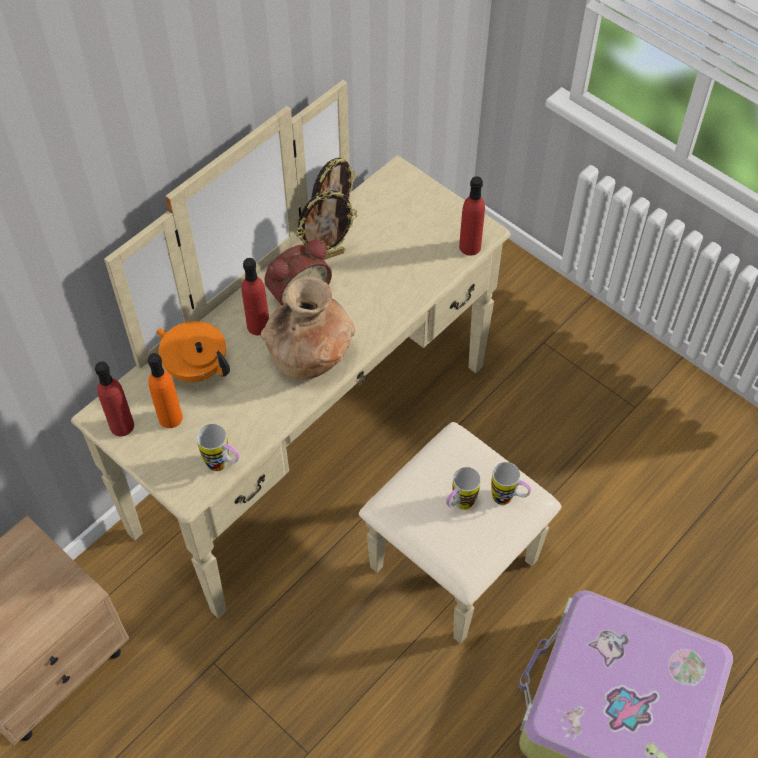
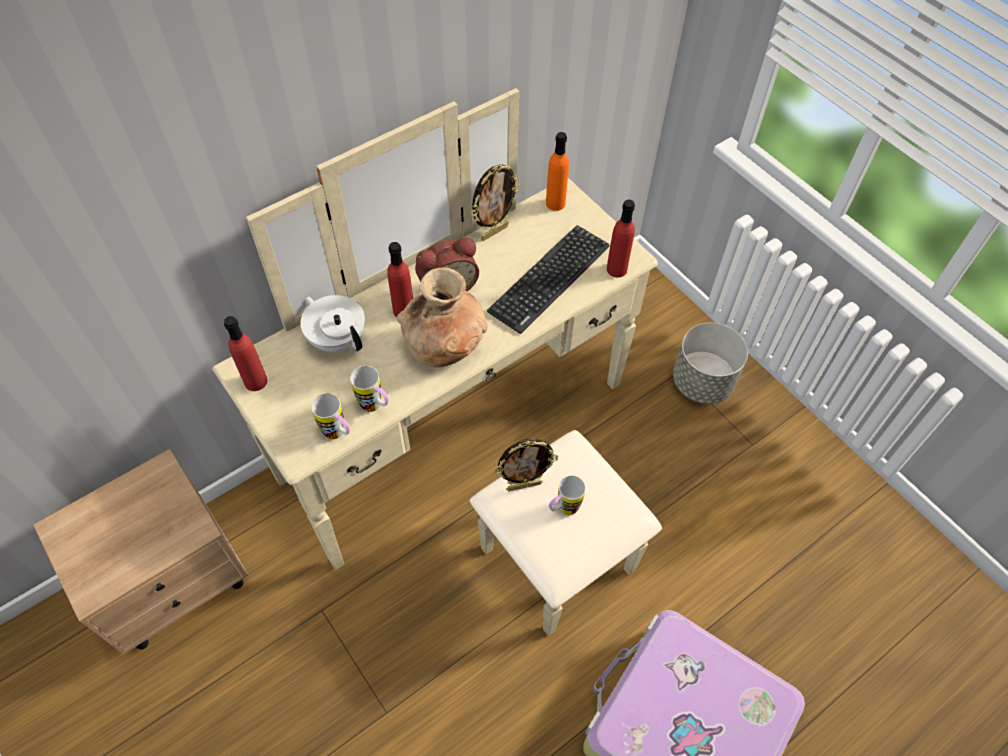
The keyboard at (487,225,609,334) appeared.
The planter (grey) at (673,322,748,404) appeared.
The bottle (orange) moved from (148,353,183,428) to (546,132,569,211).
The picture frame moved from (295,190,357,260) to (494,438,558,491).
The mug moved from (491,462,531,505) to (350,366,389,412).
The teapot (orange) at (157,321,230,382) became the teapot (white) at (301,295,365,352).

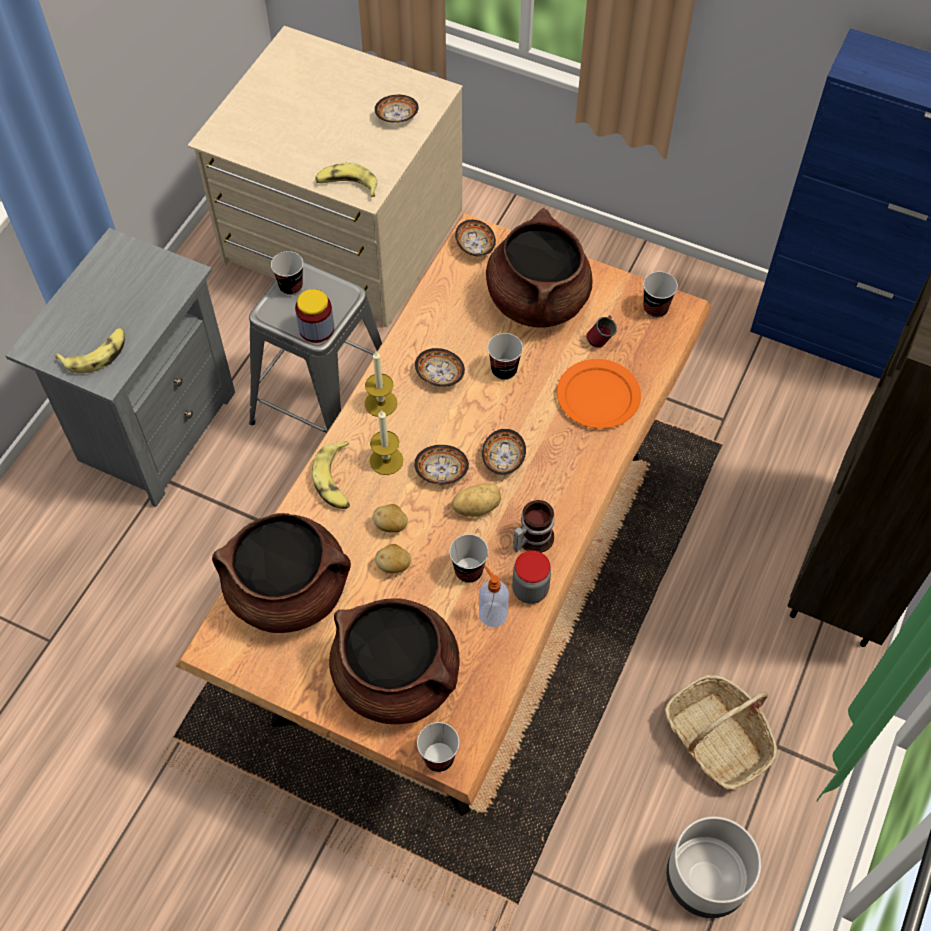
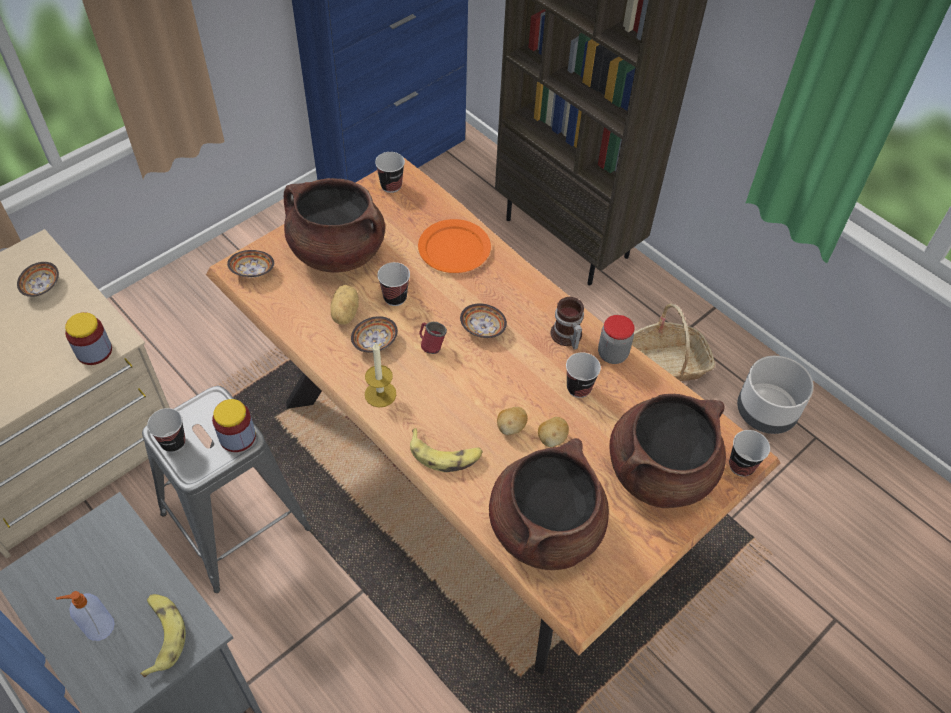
The candle at (370,410,403,475) disappeared.
The bowl at (414,445,469,484) disappeared.
The potato moved from (452,483,501,517) to (330,285,359,325).
The soap dispenser moved from (479,565,509,627) to (56,591,115,641).
The mug (red) moved from (587,315,617,348) to (419,322,447,354).
The banana at (315,163,377,197) was replaced by the jar at (65,312,112,365).

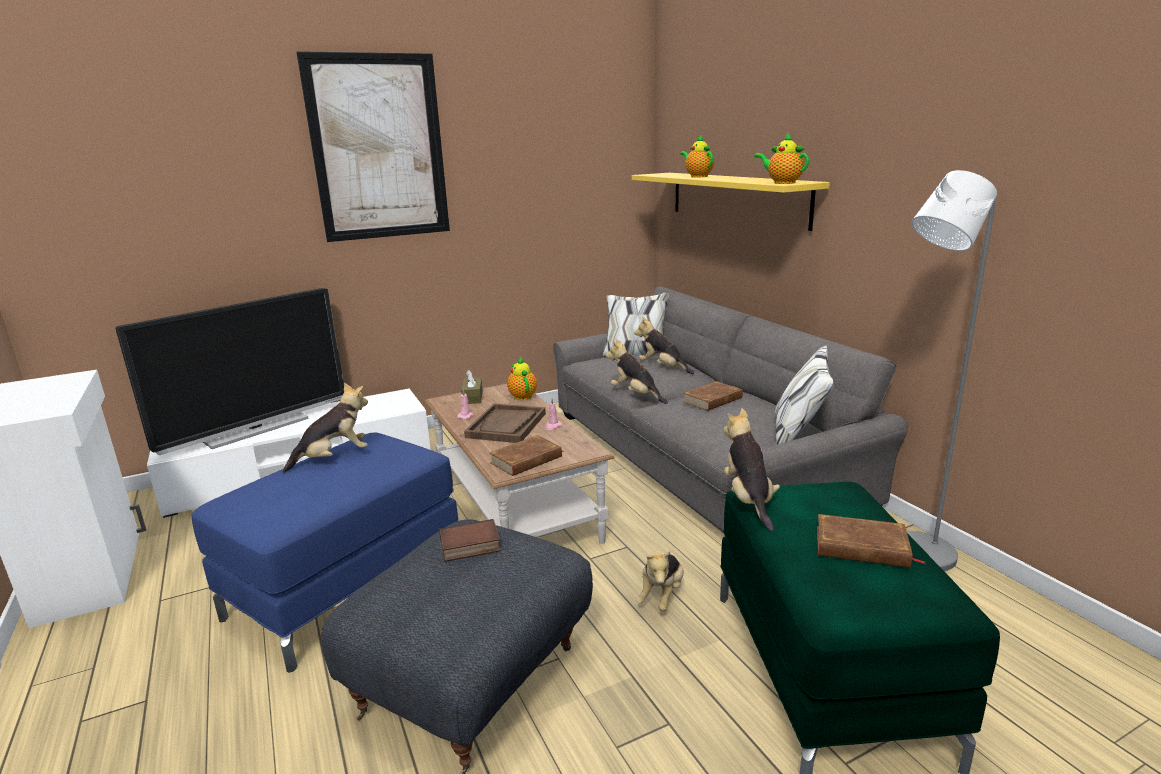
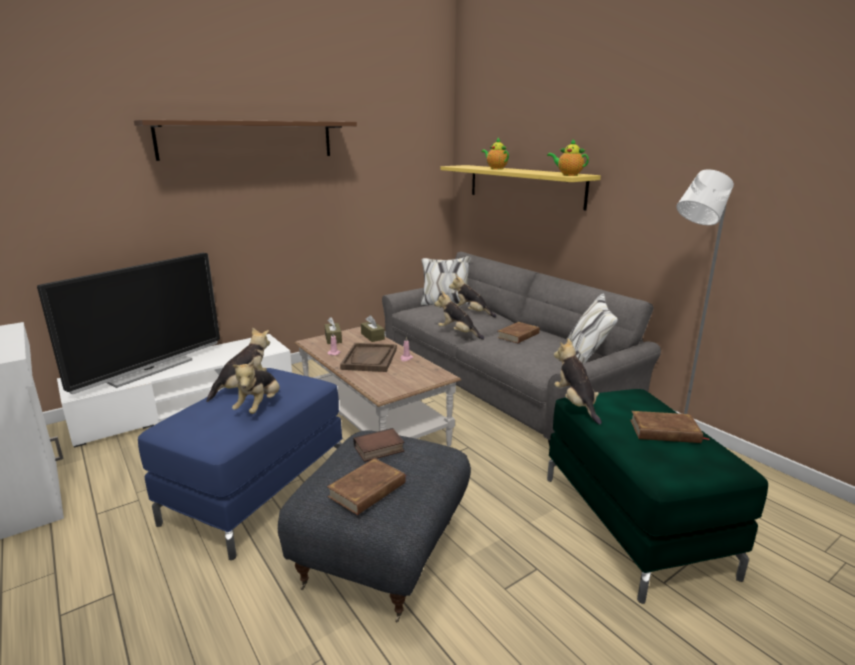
The book (brown) moved from (489,435,564,476) to (327,458,406,515).
The plush toy moved from (636,550,684,611) to (232,360,280,414).
The picture at (296,51,450,242) was replaced by the shelf (brown) at (134,120,357,161).
The teapot at (507,356,537,400) was replaced by the tissue box (brown) at (361,315,385,342).

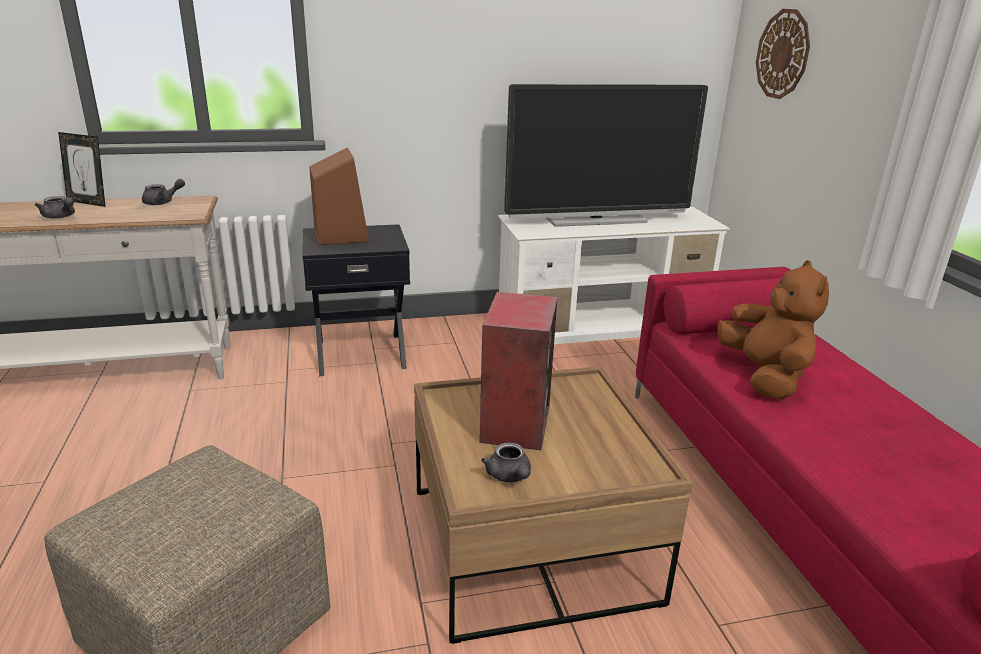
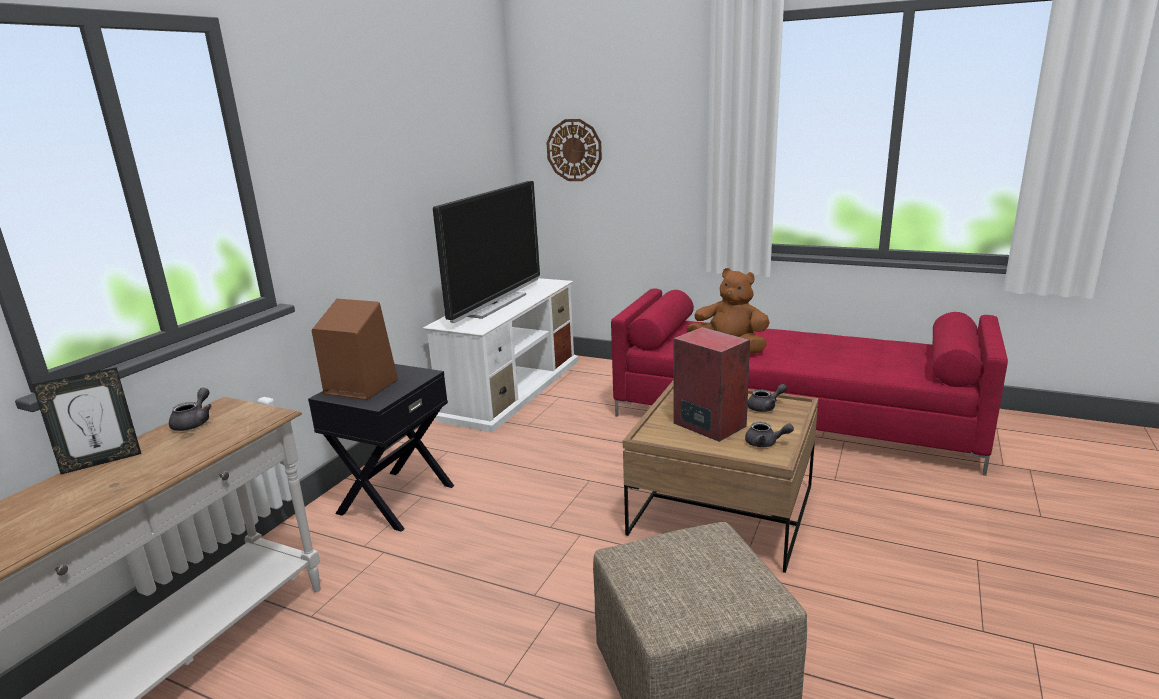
The teapot (grey) moved from (35,196,75,219) to (747,384,787,412).

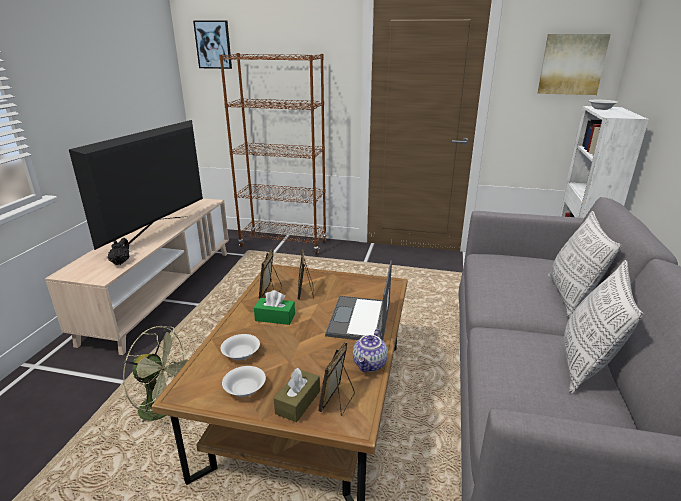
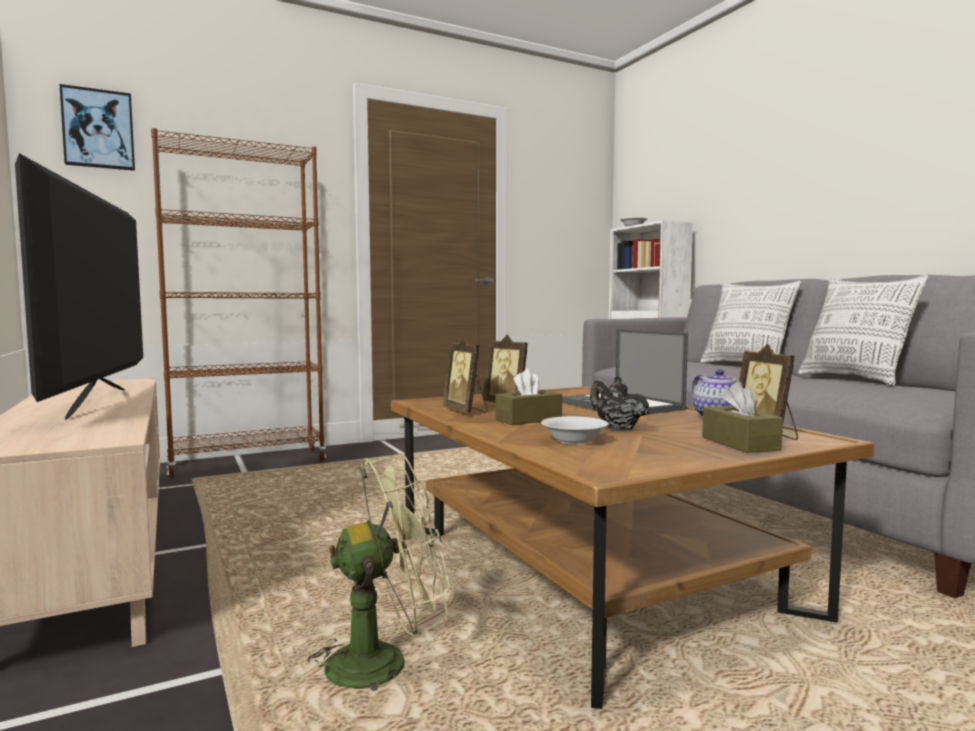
The bowl (white) at (222,366,266,397) disappeared.
The picture at (538,34,611,95) disappeared.
The teapot (black) moved from (108,238,129,265) to (590,377,650,431).
The tissue box (green) at (254,290,295,325) became the tissue box (brown) at (495,369,562,425).

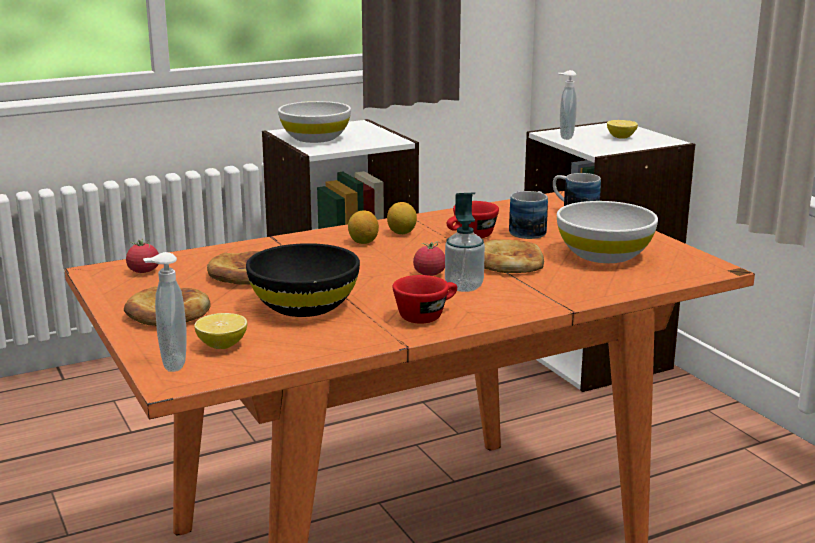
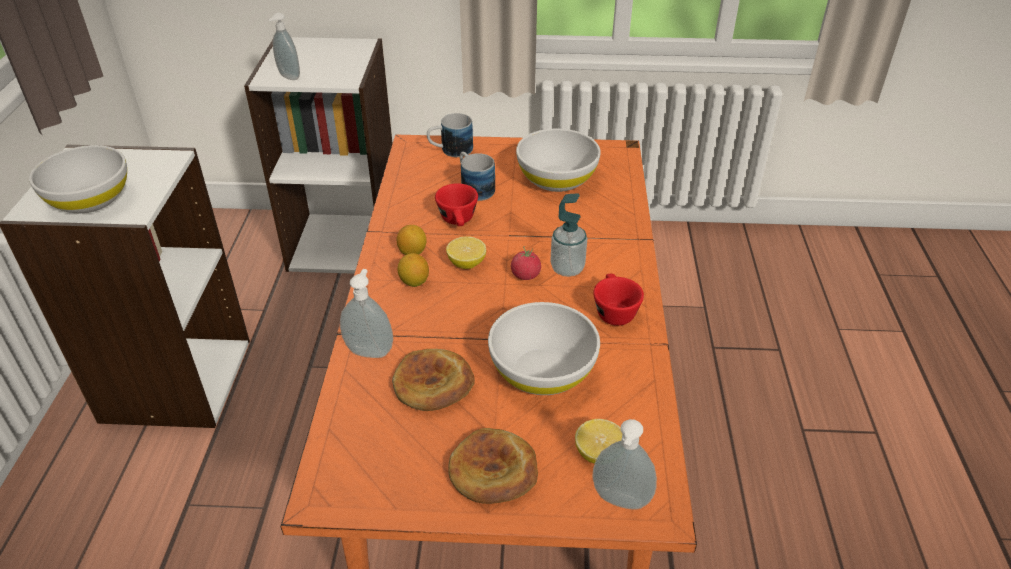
The tomato at (126,239,159,273) disappeared.
The bread at (484,240,544,273) disappeared.
The soap dispenser at (340,269,393,358) appeared.
The lemon moved from (607,120,638,139) to (446,236,486,269).
The bowl (black) at (246,243,360,317) became the bowl (white) at (488,302,600,395).

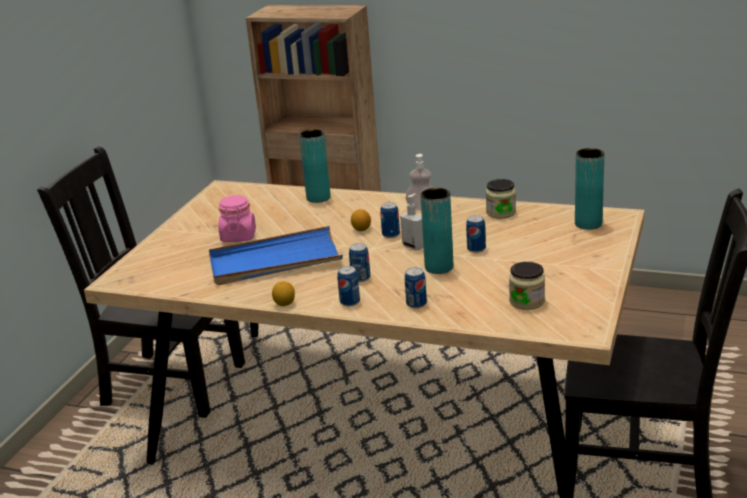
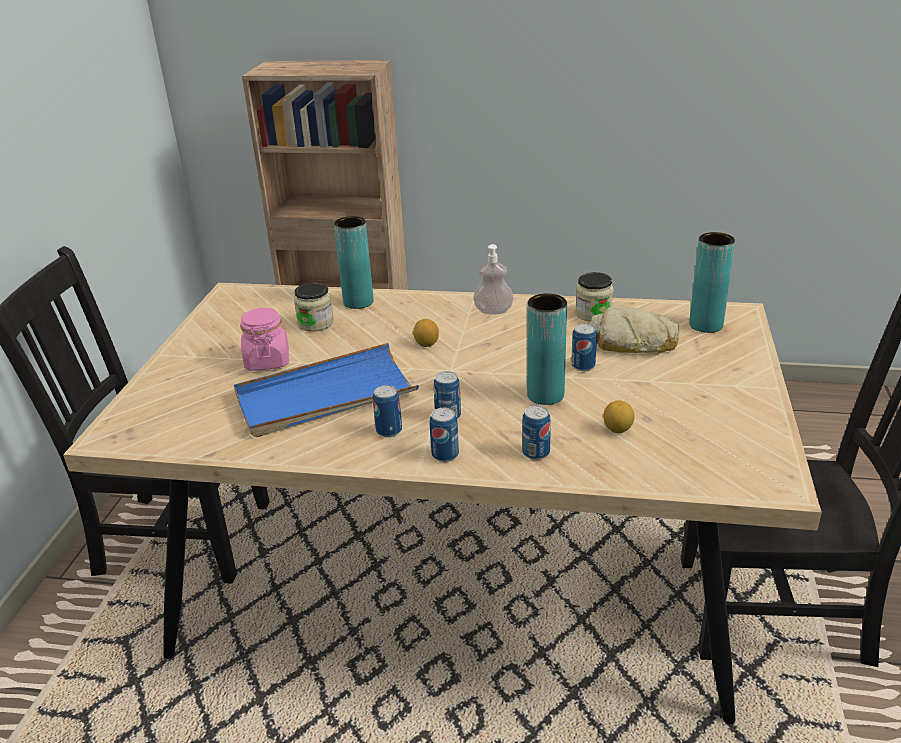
The soap dispenser at (400,193,424,250) disappeared.
The bread at (590,307,680,353) appeared.
The lemon moved from (272,281,295,306) to (604,400,635,433).
The can moved from (380,202,400,238) to (373,385,402,437).
The jar moved from (509,262,545,310) to (294,282,334,332).

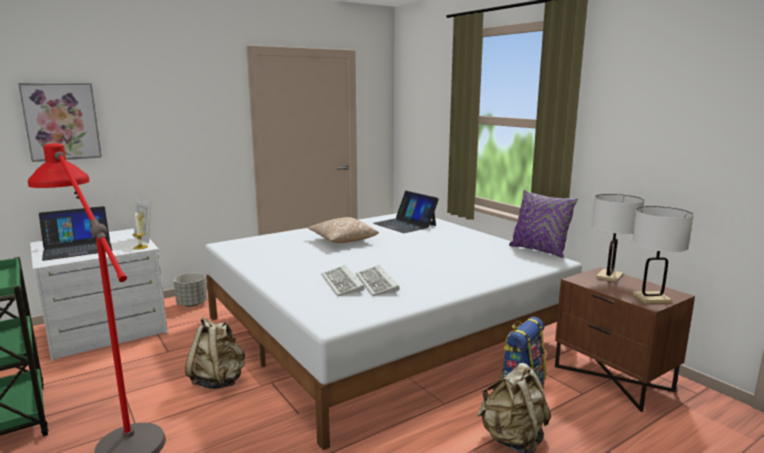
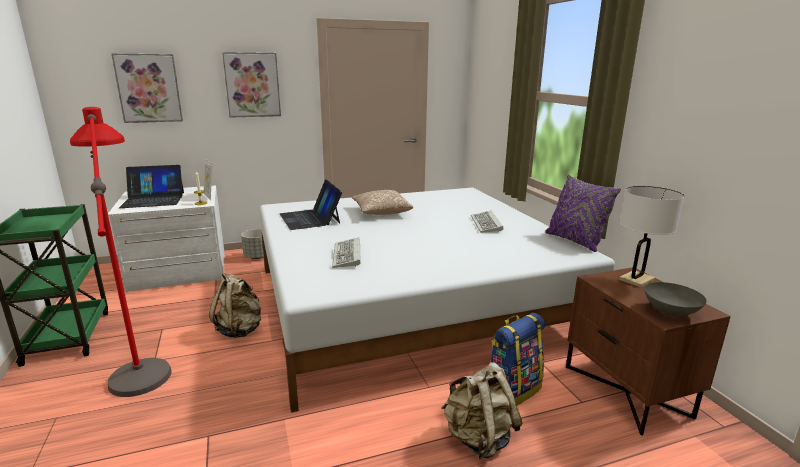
The picture at (222,52,281,118) appeared.
The keyboard moved from (356,265,400,296) to (471,211,503,233).
The laptop moved from (373,191,439,233) to (280,179,342,230).
The table lamp (white) at (632,206,694,303) was replaced by the bowl (grey) at (644,282,707,316).

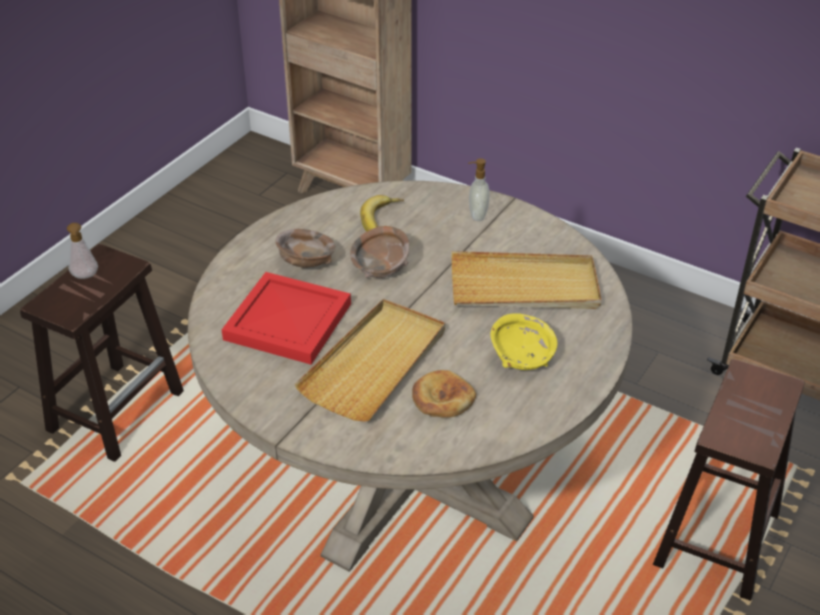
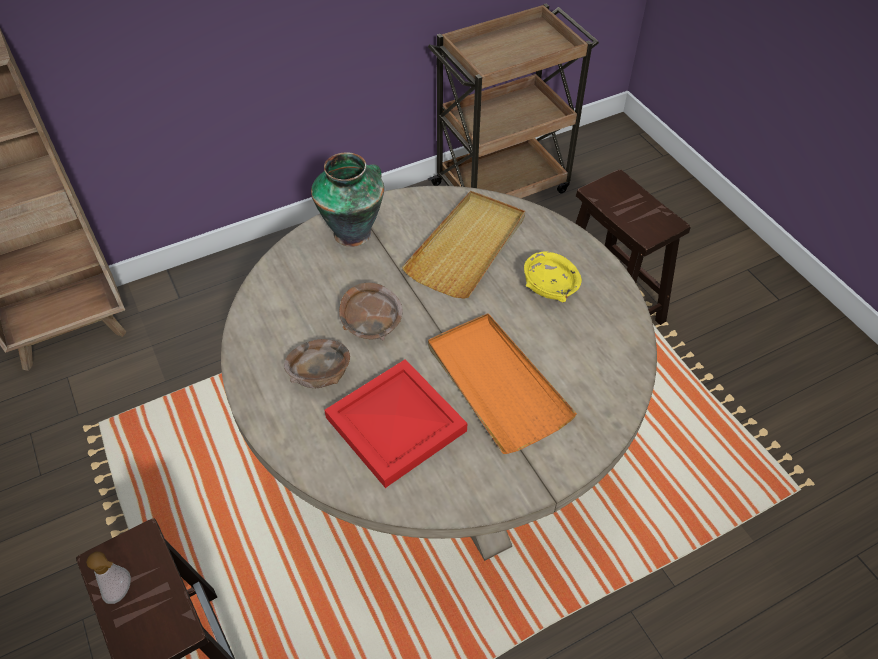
The banana at (360,195,404,232) disappeared.
The bread at (412,370,476,418) disappeared.
The soap dispenser at (468,158,490,221) was replaced by the vase at (311,152,384,247).
The tray (beige) at (294,299,445,422) became the tray (orange) at (428,313,577,454).

